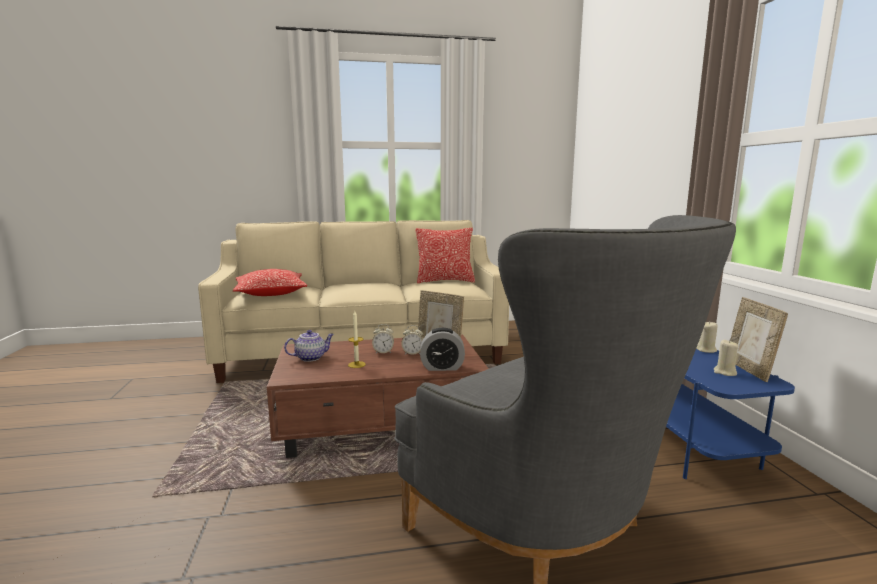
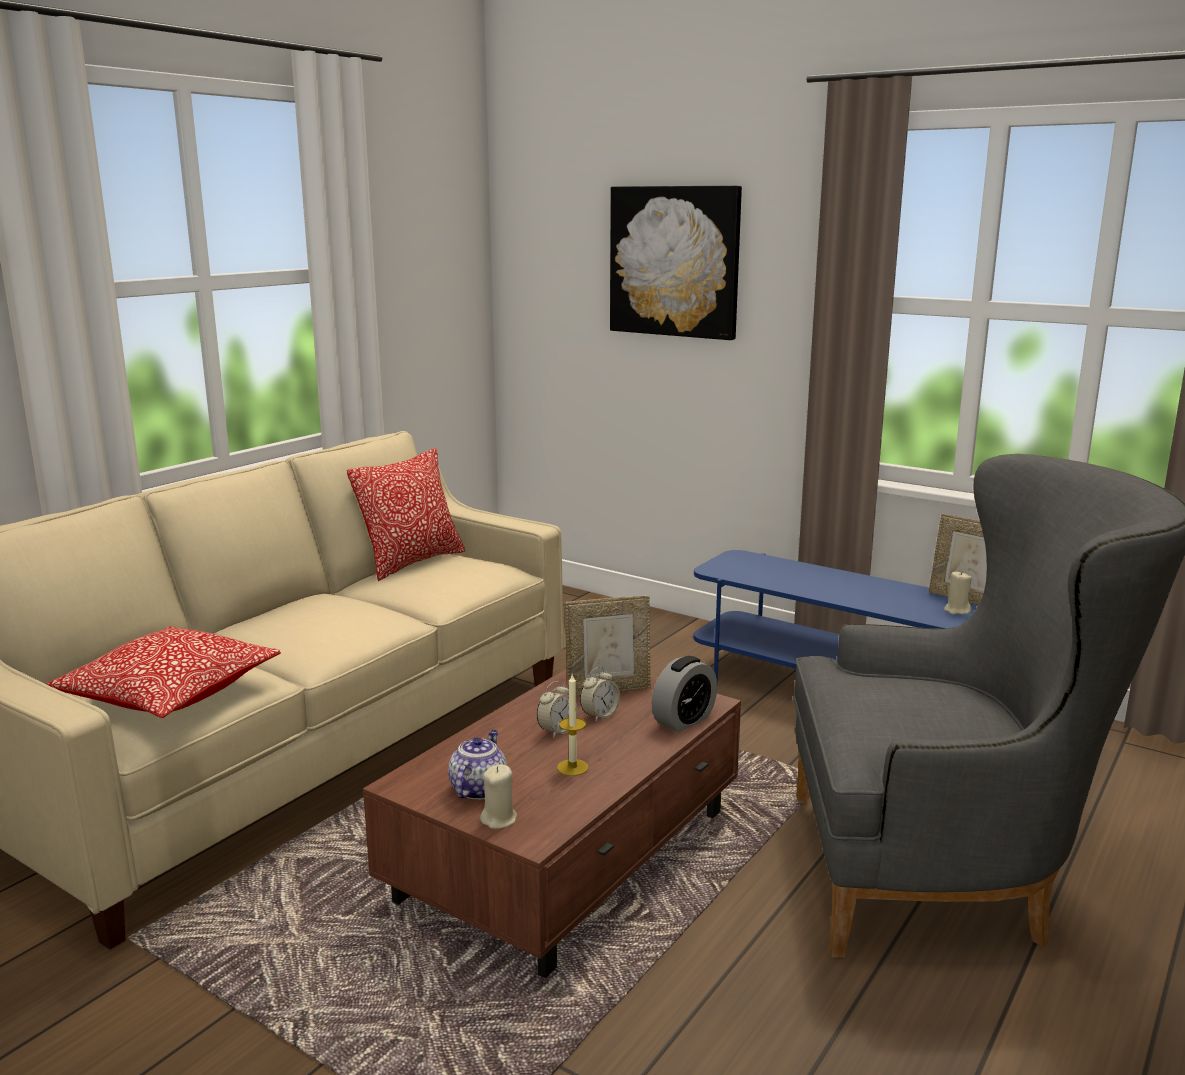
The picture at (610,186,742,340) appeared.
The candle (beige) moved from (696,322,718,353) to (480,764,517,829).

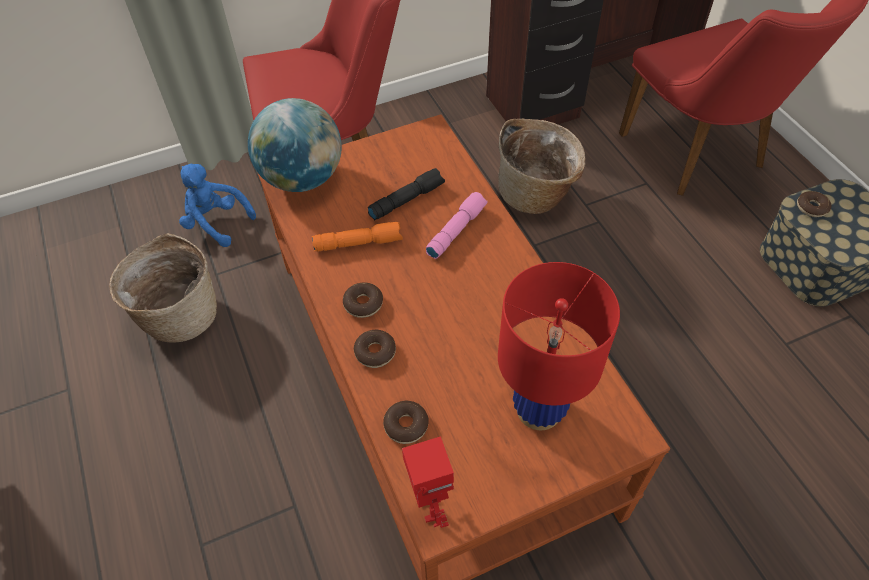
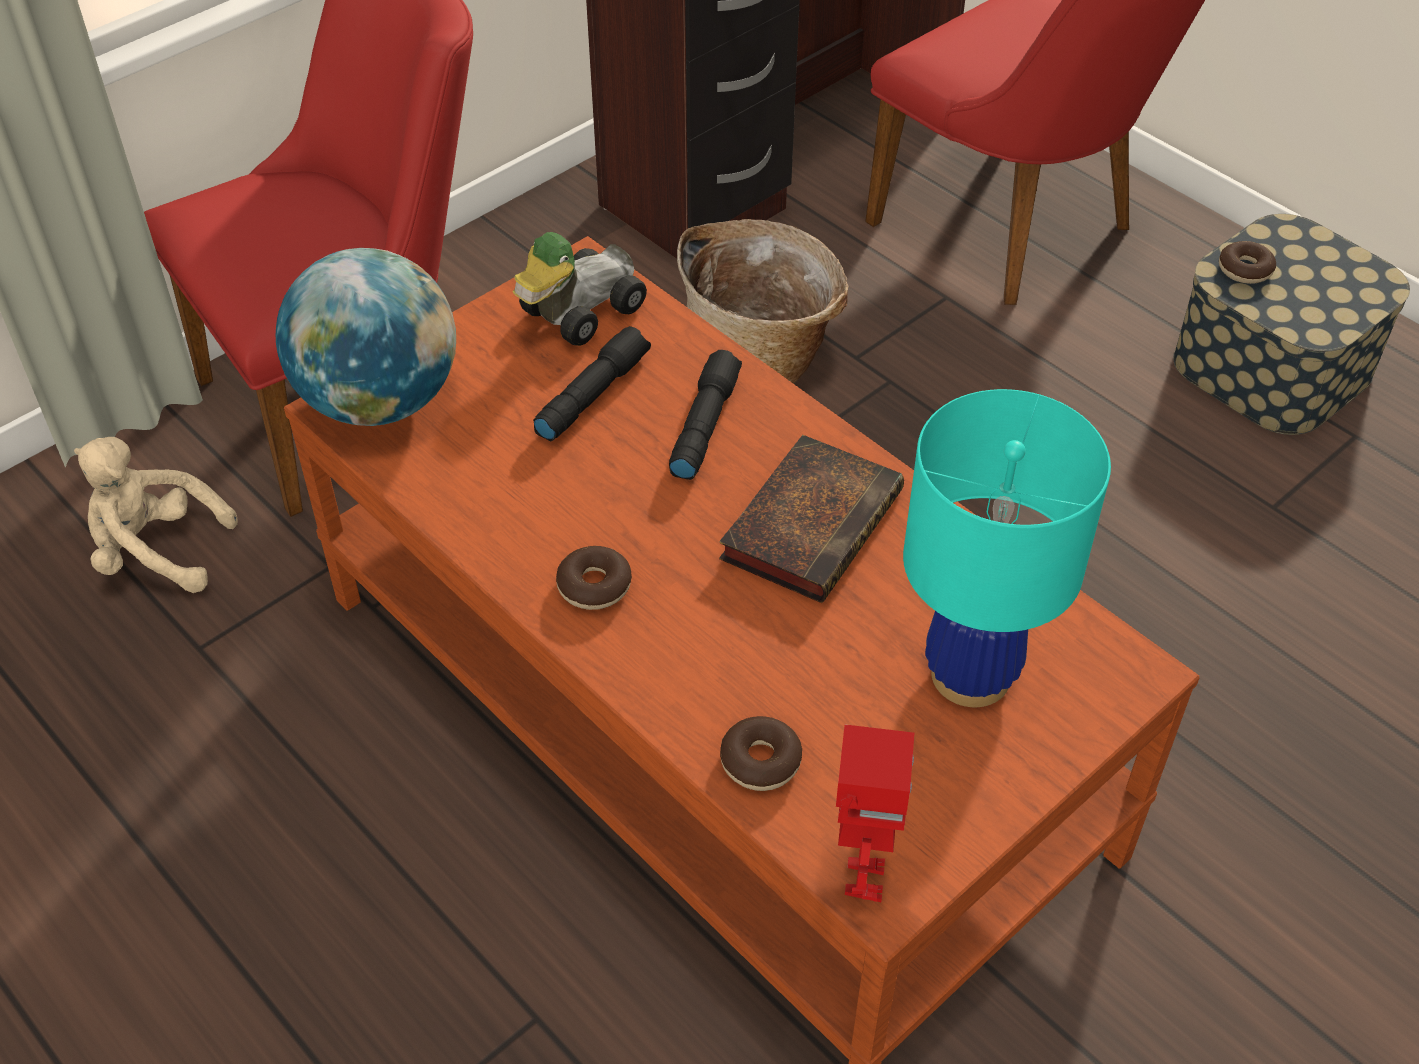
The basket at (109,233,217,343) disappeared.
The flashlight (orange) at (312,222,403,252) disappeared.
The donut at (354,330,396,368) disappeared.
The toy car at (513,232,647,346) appeared.
The book at (719,435,904,603) appeared.
The plush toy (blue) at (179,164,256,247) became the plush toy (beige) at (74,437,238,593).
The flashlight (pink) at (426,192,488,259) became the flashlight (black) at (669,350,742,480).
The table lamp (red) at (498,262,620,430) became the table lamp (turquoise) at (903,389,1111,707).
The toy robot at (402,436,454,528) turned 45 degrees clockwise.

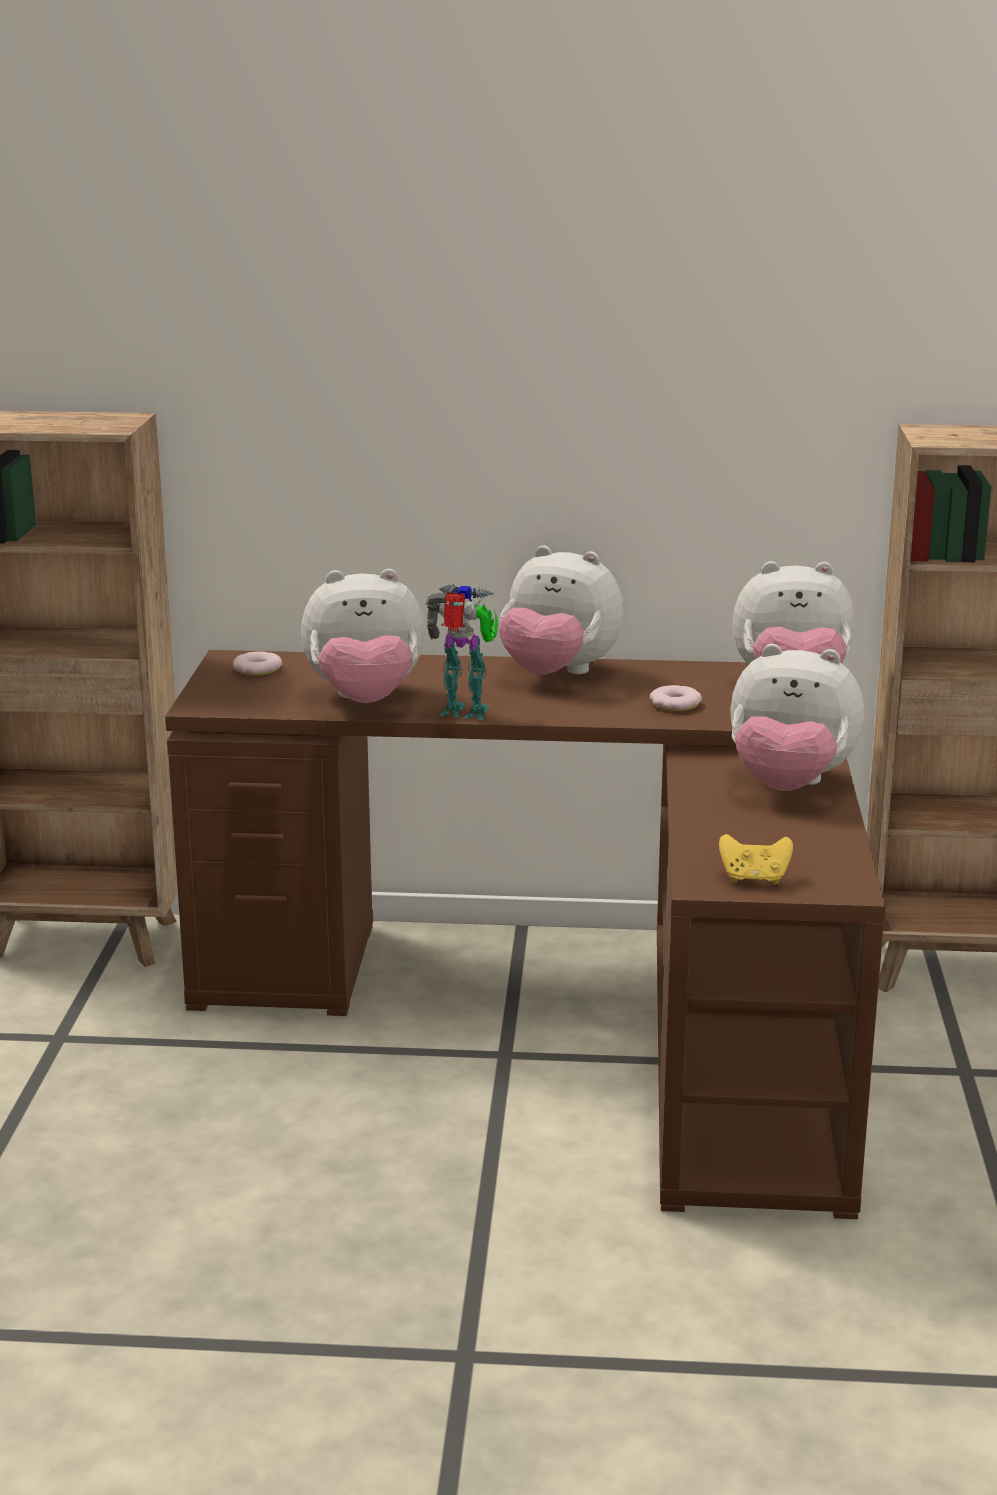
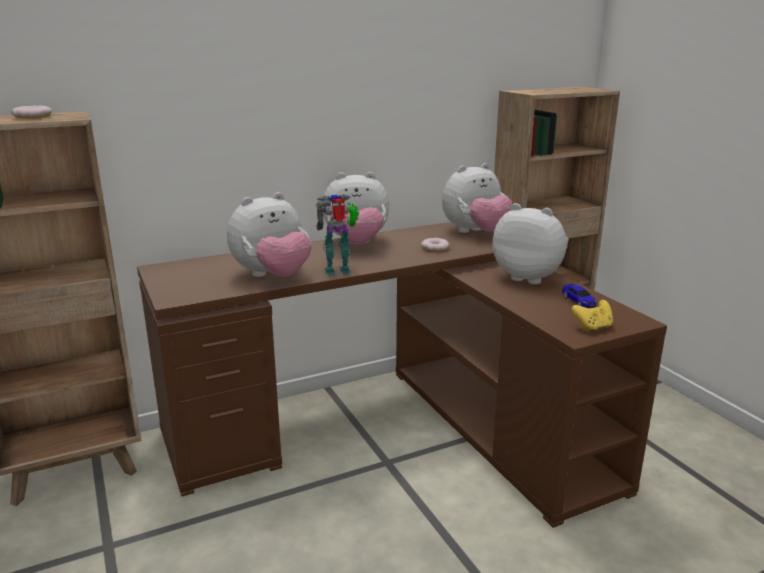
The toy car at (562,284,596,308) appeared.
The donut moved from (233,651,282,676) to (11,105,52,118).
The plush toy at (731,644,864,791) turned 135 degrees counterclockwise.

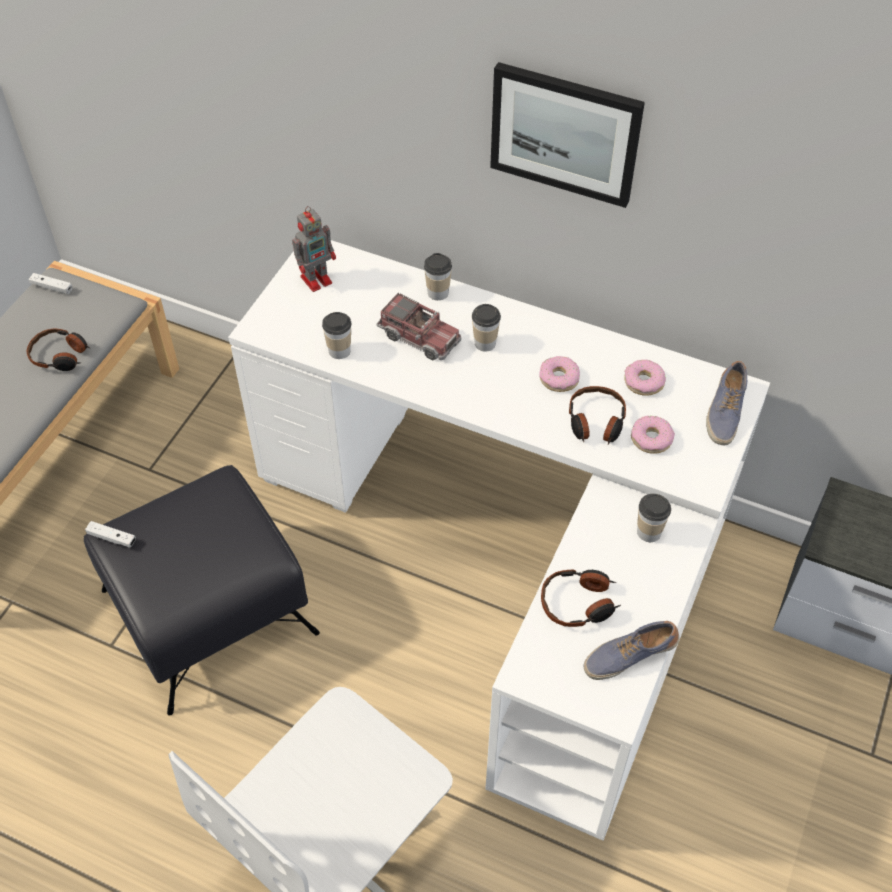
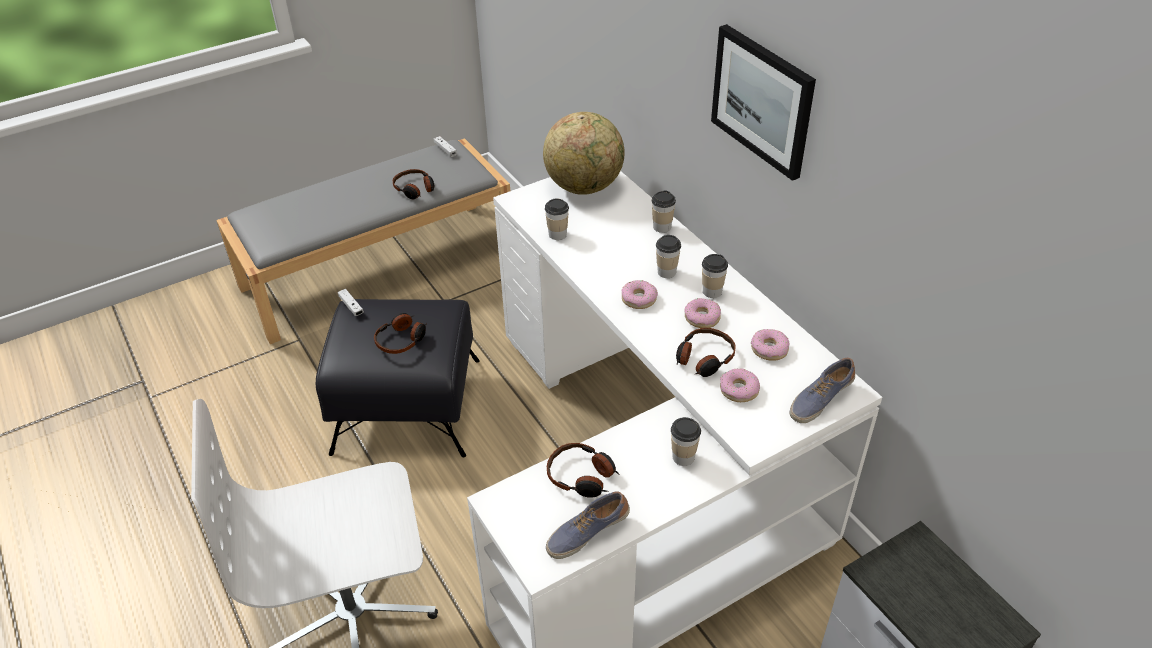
The toy truck at (376,293,461,360) disappeared.
The headphones at (374,313,427,354) appeared.
The donut at (622,280,658,309) appeared.
The cup at (702,254,728,298) appeared.
The toy robot at (292,206,336,292) was replaced by the globe at (543,112,625,195).
The shoe at (584,621,679,680) turned 45 degrees counterclockwise.

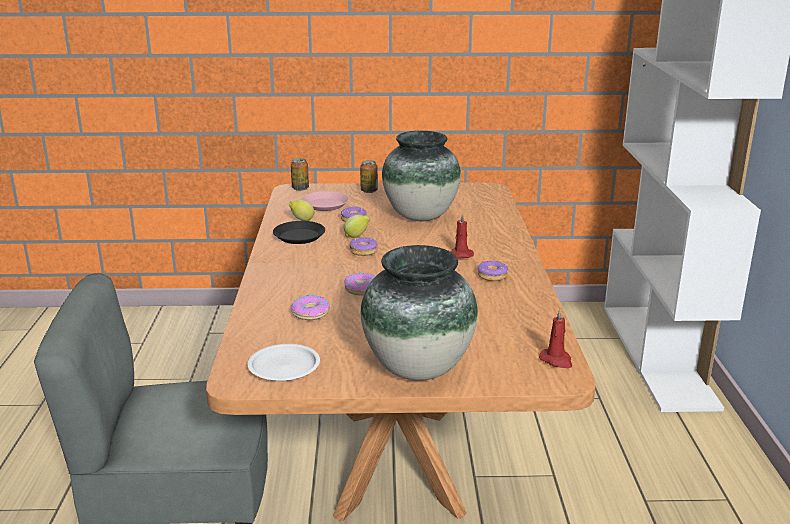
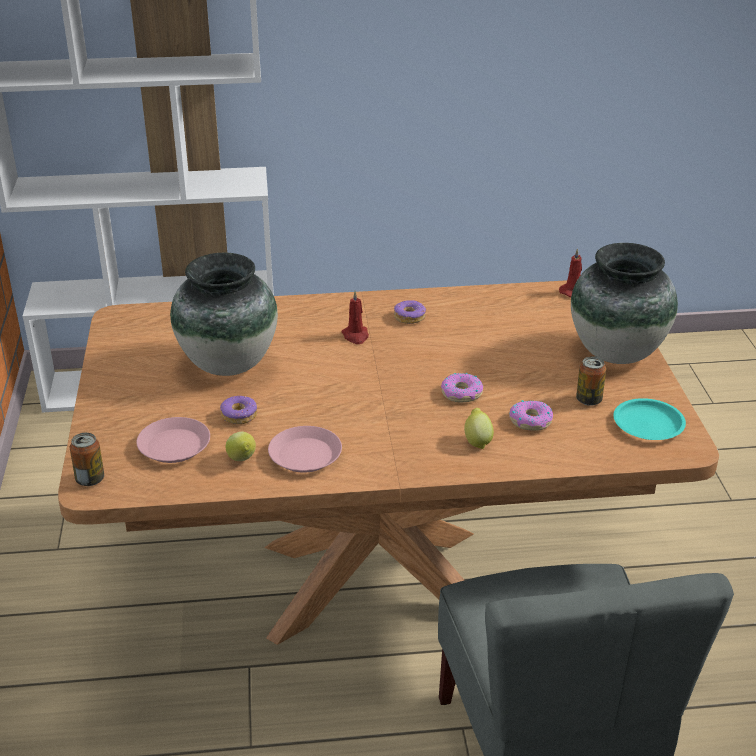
The donut at (350,237,378,256) disappeared.
The lemon moved from (344,215,370,238) to (464,408,494,449).
The can moved from (360,160,378,193) to (576,356,606,406).
The plate (white) at (248,344,320,381) became the plate (turquoise) at (613,398,686,440).
The plate (black) at (273,221,325,244) became the plate (pink) at (268,426,342,473).

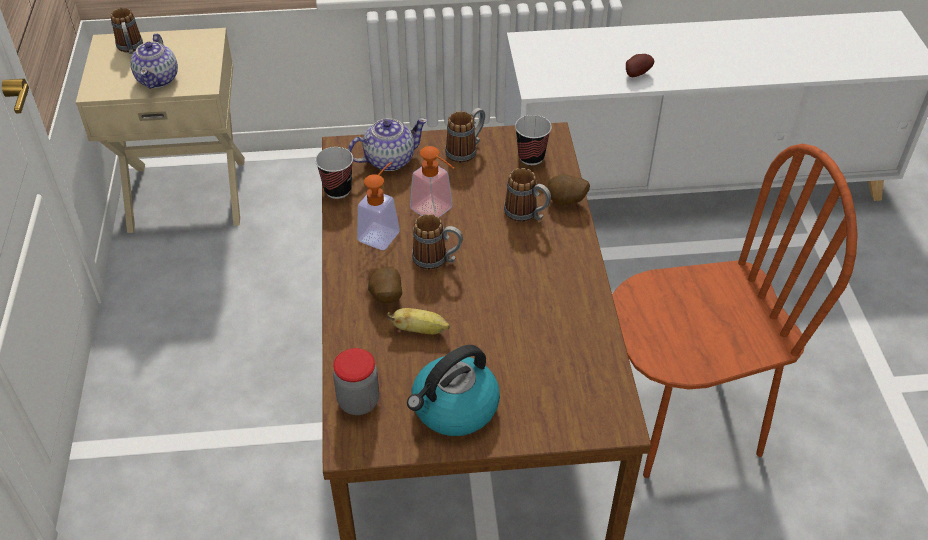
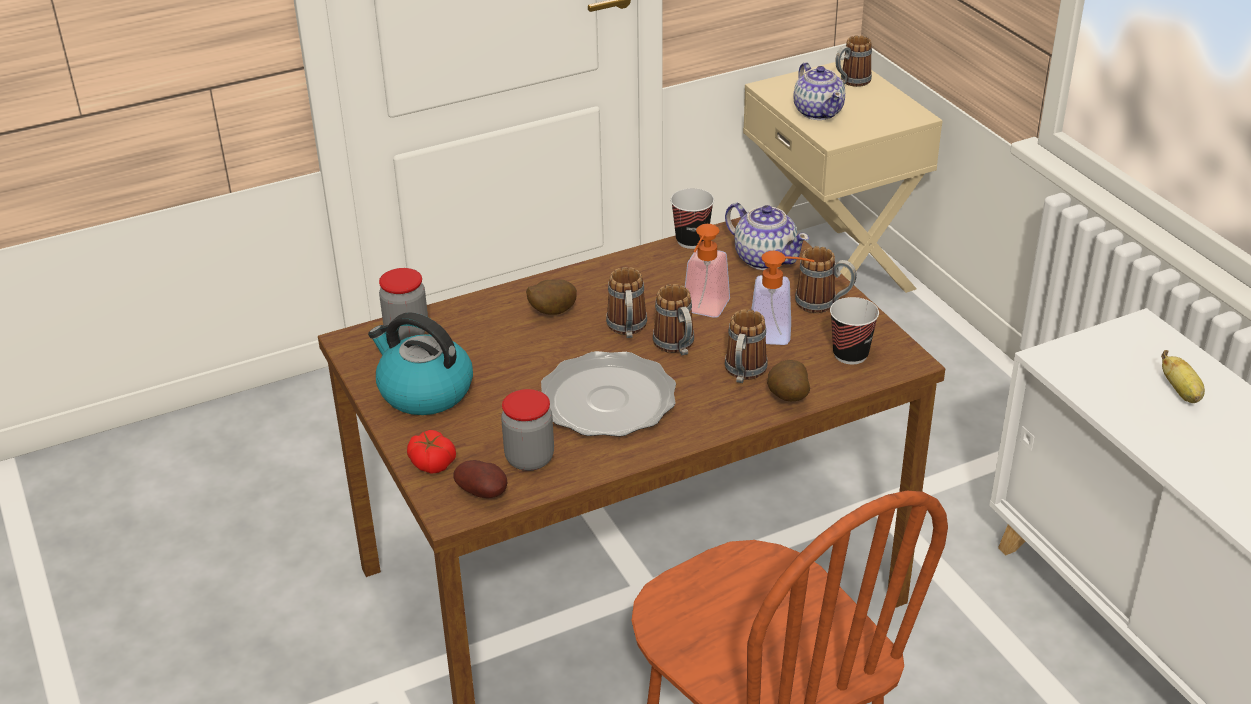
The tomato at (407,430,456,474) appeared.
The jar at (501,389,554,471) appeared.
The plate at (541,351,676,437) appeared.
The mug at (653,284,694,356) appeared.
The soap dispenser moved from (357,162,400,250) to (751,251,815,345).
The banana moved from (387,308,450,334) to (1161,350,1205,403).
The potato moved from (626,54,654,77) to (453,460,507,498).
The teapot at (130,34,178,89) turned 90 degrees counterclockwise.

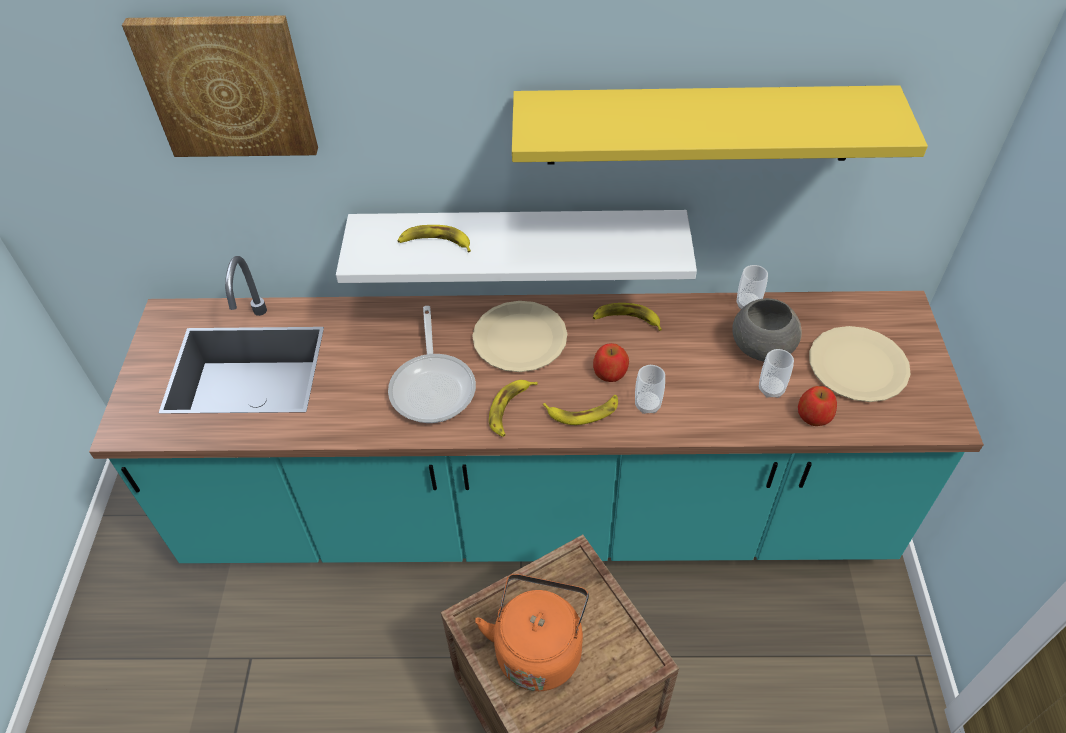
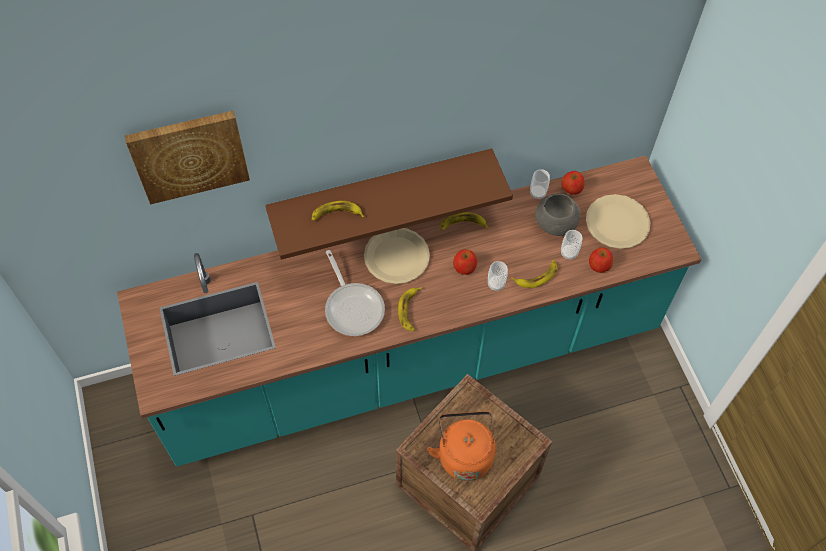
The shelf (yellow) at (512,85,928,164) disappeared.
The apple at (562,171,585,195) appeared.
The banana moved from (543,395,618,425) to (511,260,557,288).
The shelf (white) at (336,210,697,283) became the shelf (brown) at (265,148,513,260).

